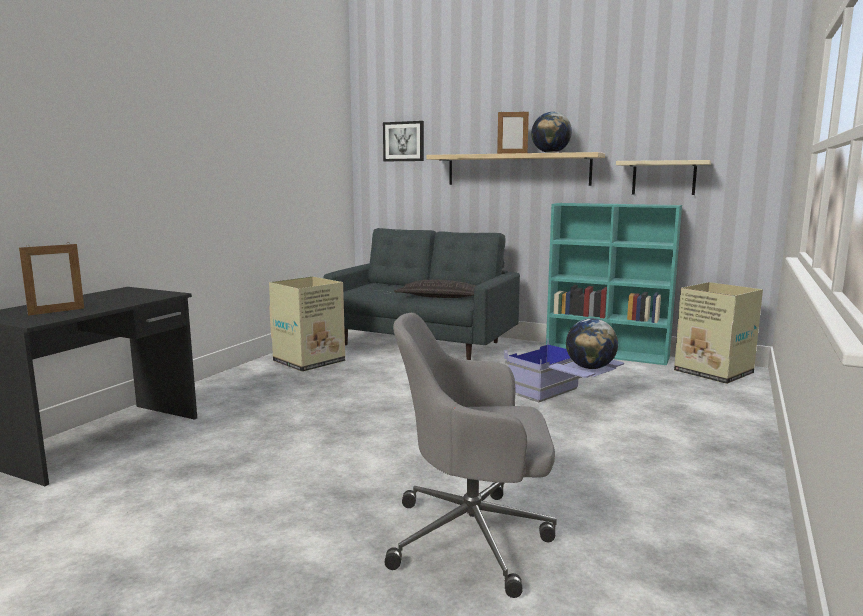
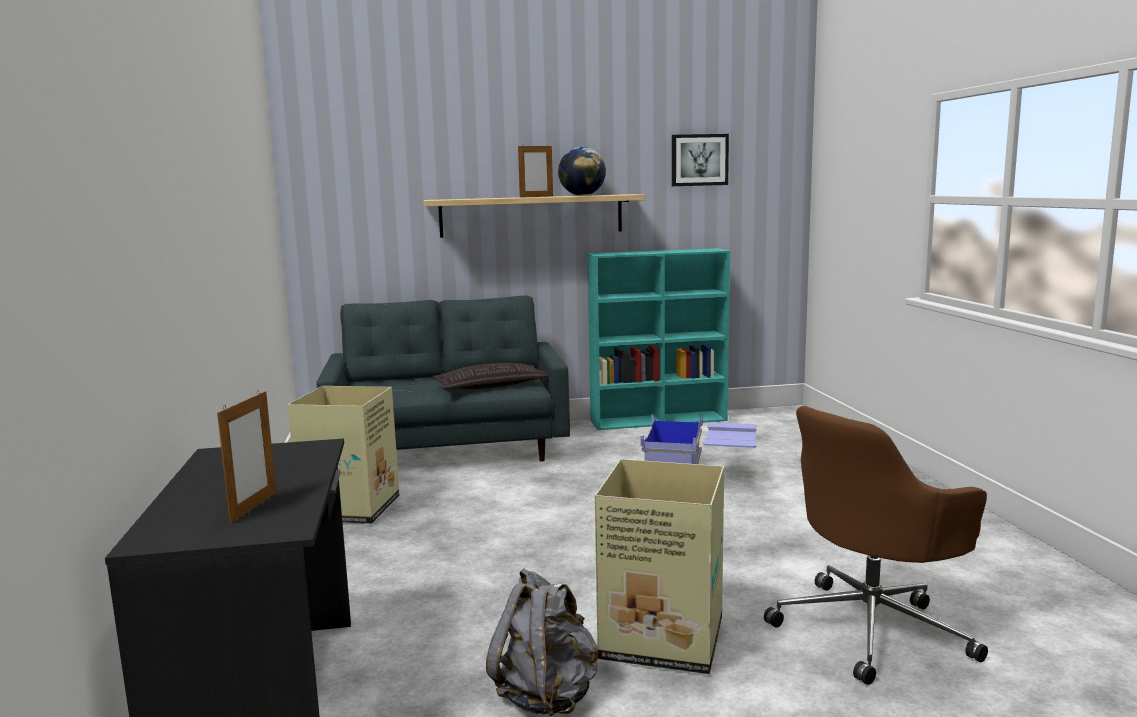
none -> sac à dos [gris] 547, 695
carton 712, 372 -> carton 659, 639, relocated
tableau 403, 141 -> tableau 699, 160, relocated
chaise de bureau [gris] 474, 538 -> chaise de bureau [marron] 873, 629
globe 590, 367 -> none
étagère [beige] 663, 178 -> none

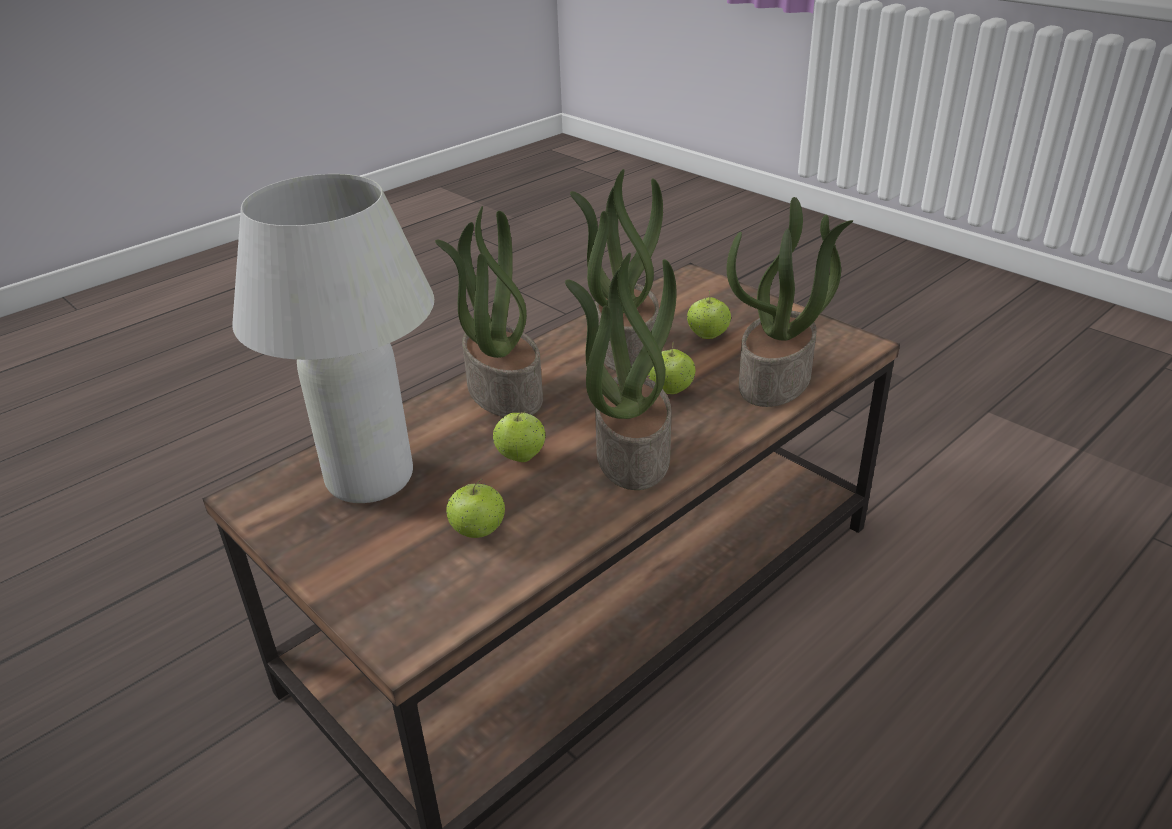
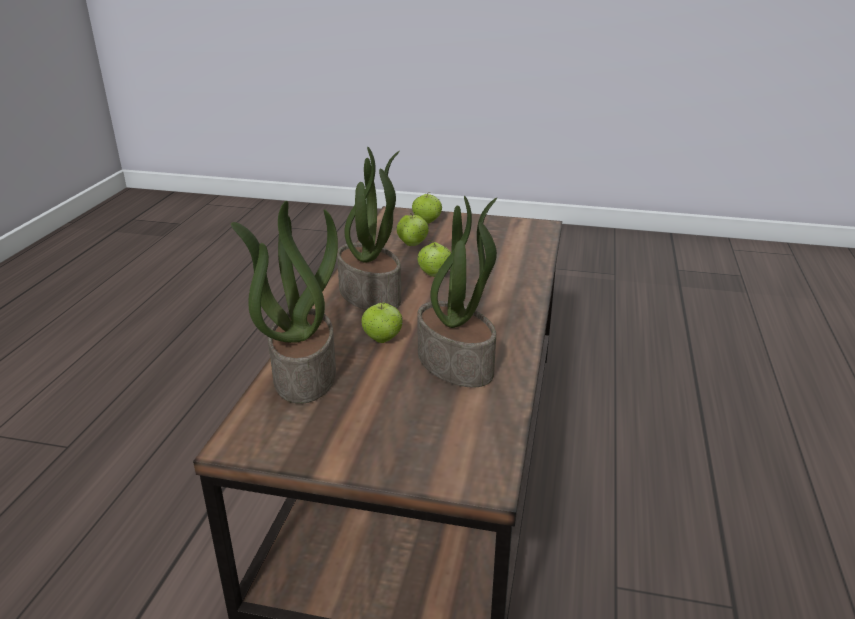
pomme 707, 336 -> pomme 427, 221, relocated
lampe de table [blanc] 370, 478 -> none
plante en pot 502, 392 -> none

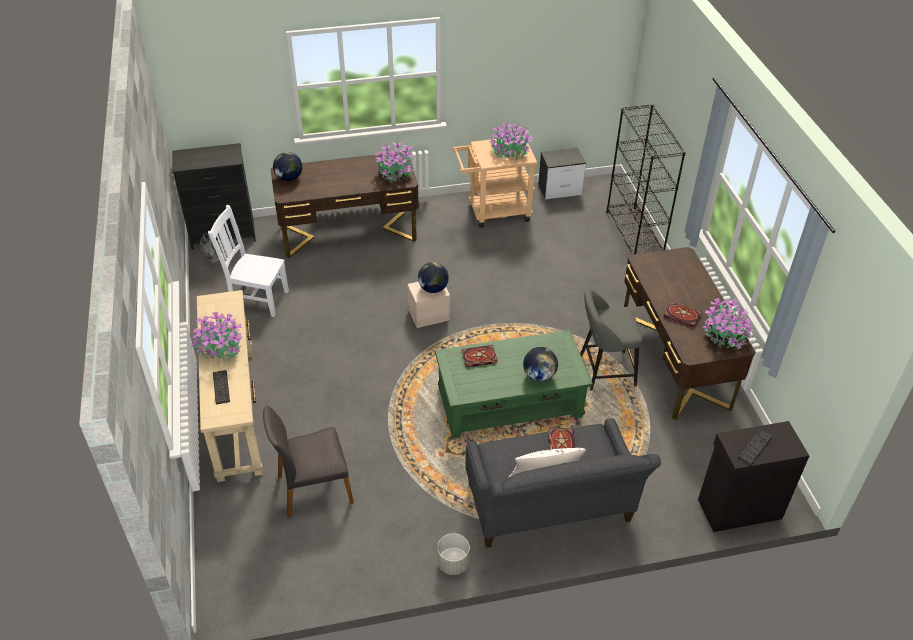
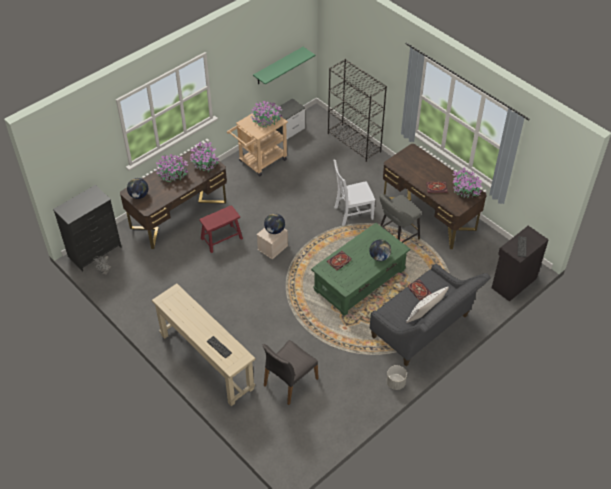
plante en pot 221, 349 -> plante en pot 172, 175, relocated
none -> tabouret [rouge] 221, 238
none -> étagère [vert] 278, 66
chaise [blanc] 257, 299 -> chaise [blanc] 352, 213, relocated

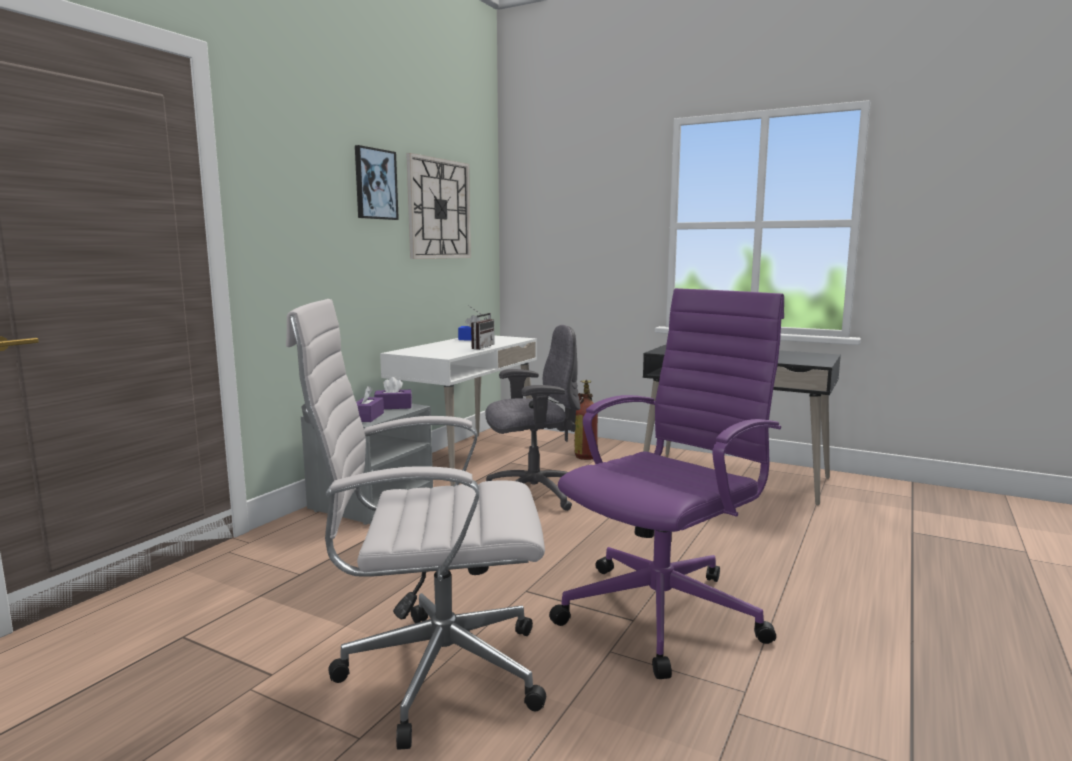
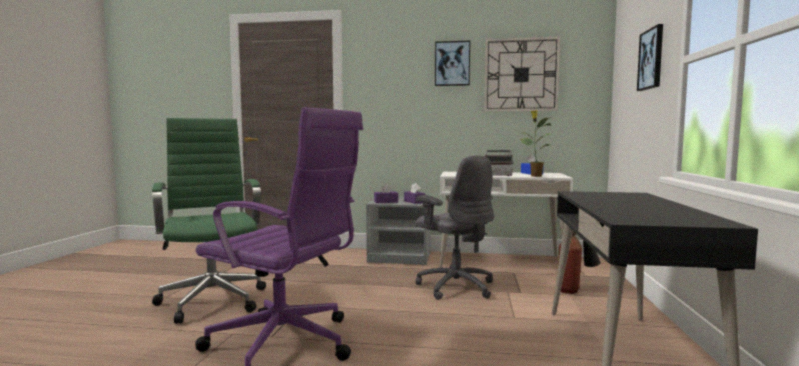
chaise de bureau [blanc] 432, 673 -> chaise de bureau [vert] 212, 300
none -> plante en pot 535, 176
none -> tableau 651, 59

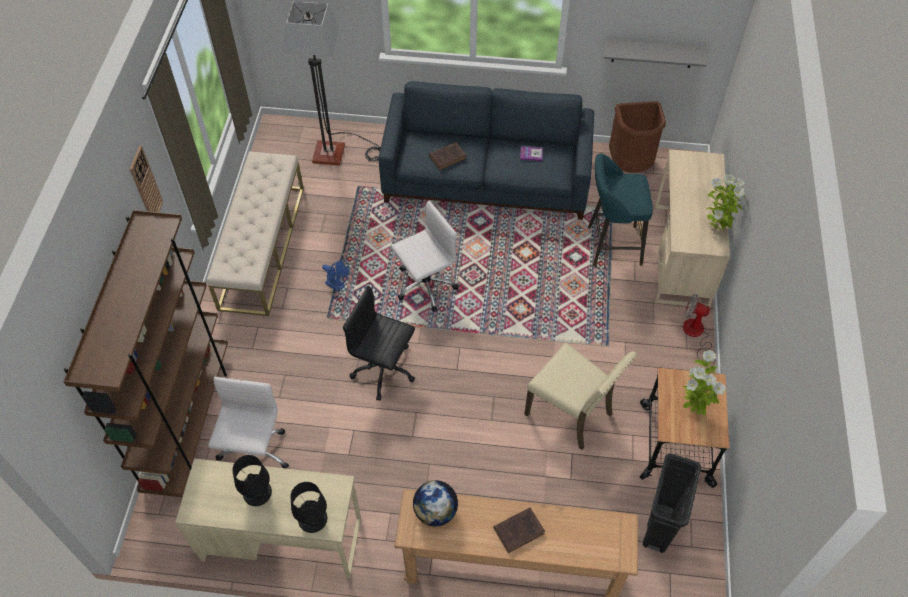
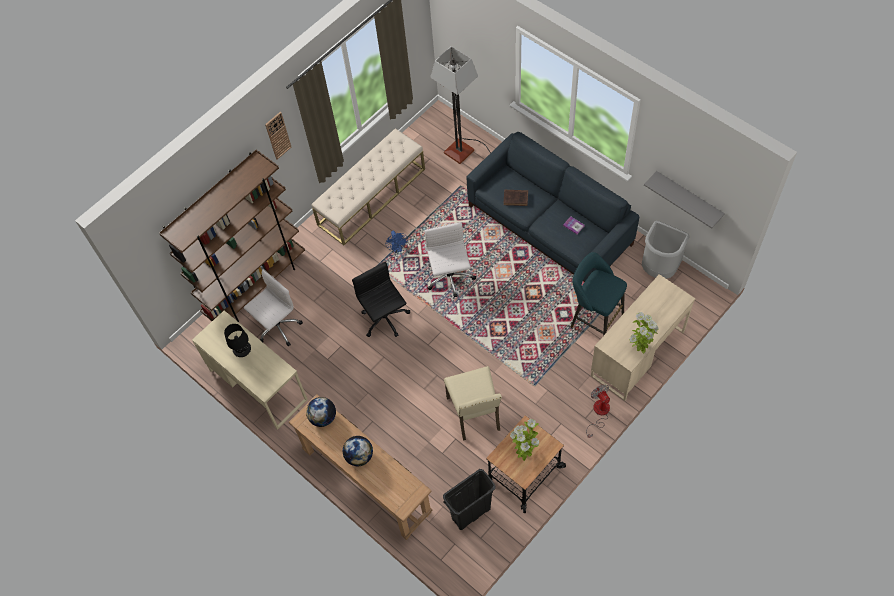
livre [marron] 520, 530 -> globe 359, 456
chaise de bureau [blanc] 424, 286 -> chaise de bureau [blanc] 450, 278, 105 degrees counterclockwise
poubelle [marron] 630, 165 -> poubelle [gris] 658, 269
lampe de table [noir] 313, 519 -> none

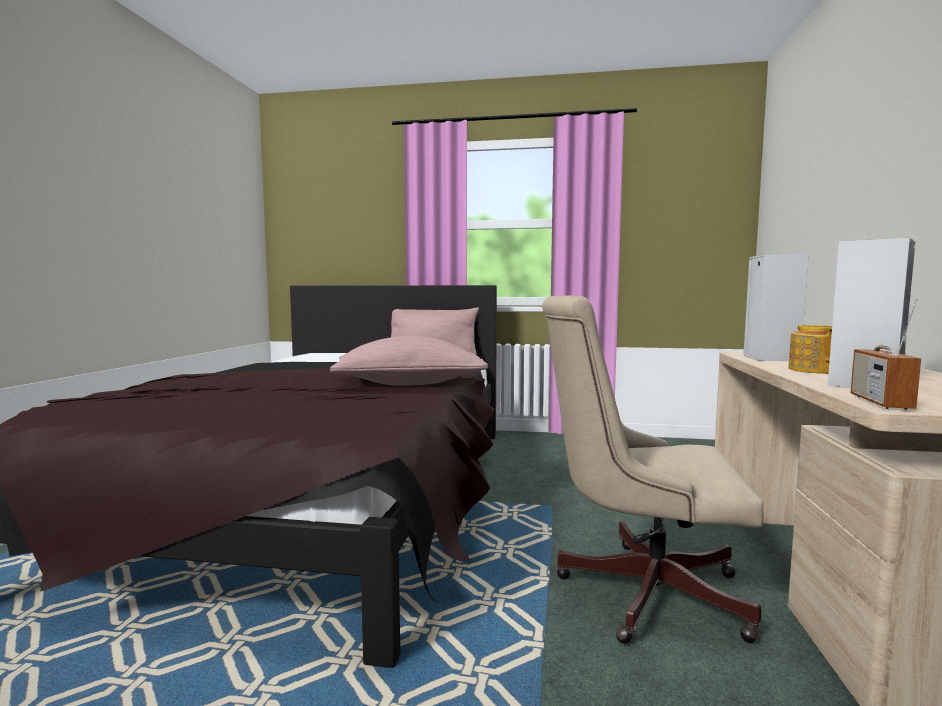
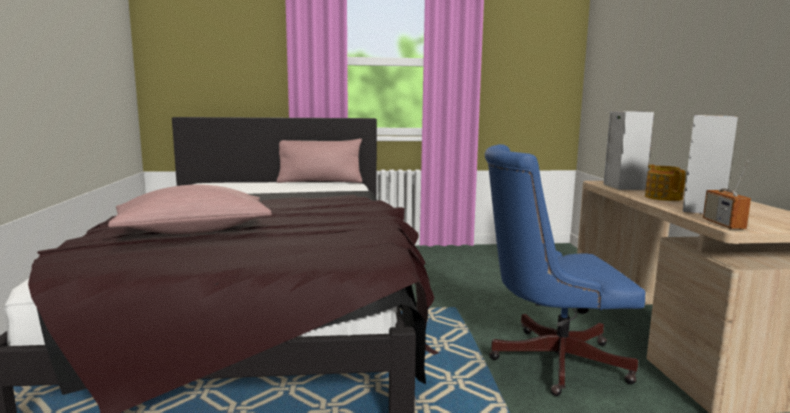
coussin [rose] 410, 384 -> coussin [rose] 194, 231, relocated
chaise de bureau [beige] 639, 589 -> chaise de bureau [bleu] 549, 360

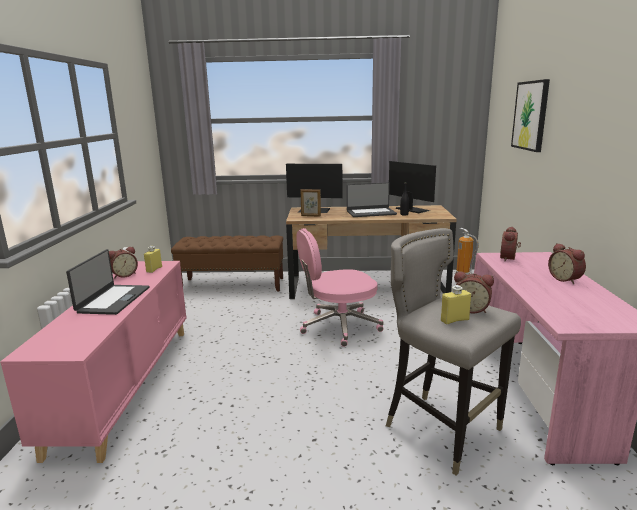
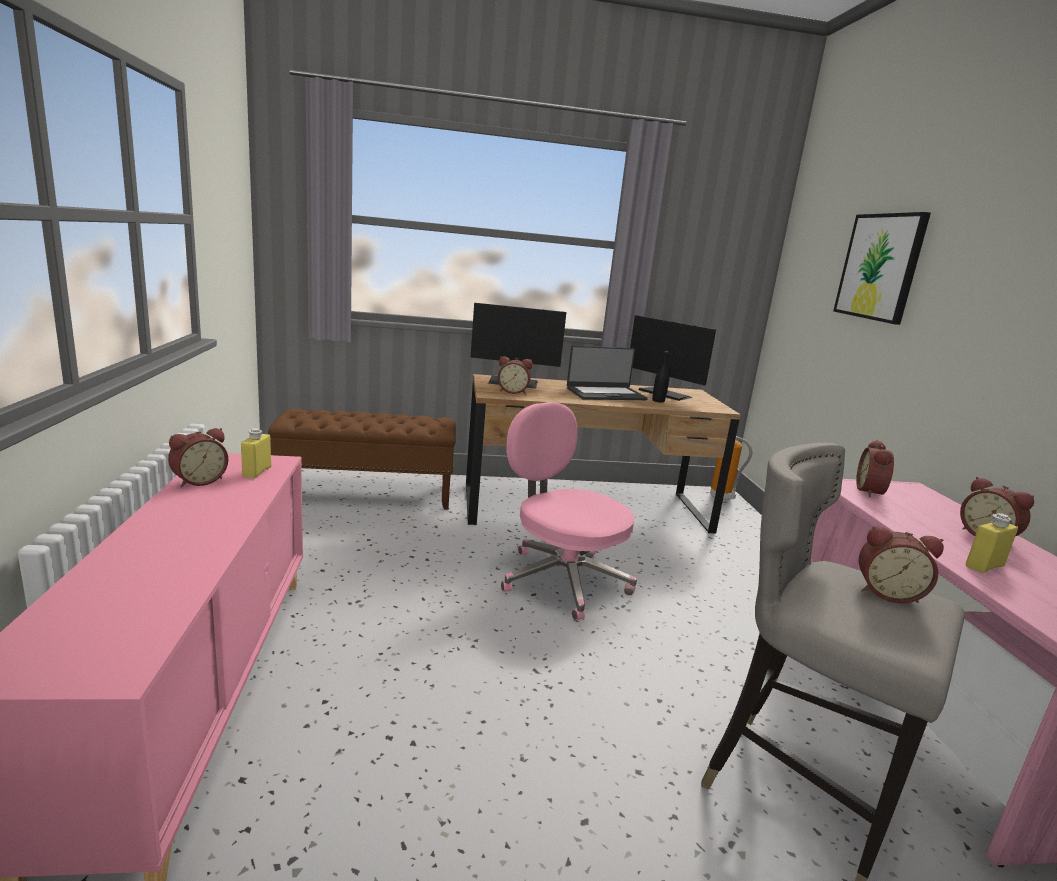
cadre photo 310, 216 -> réveil 513, 391
chaise de bureau [rose] 339, 327 -> chaise de bureau [rose] 562, 579, 75 degrees clockwise
bouteille [jaune] 454, 320 -> bouteille [jaune] 984, 566, relocated
ordinateur portable 113, 300 -> none

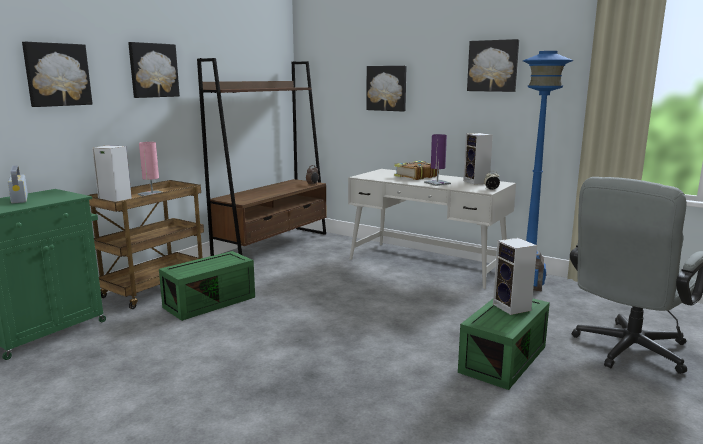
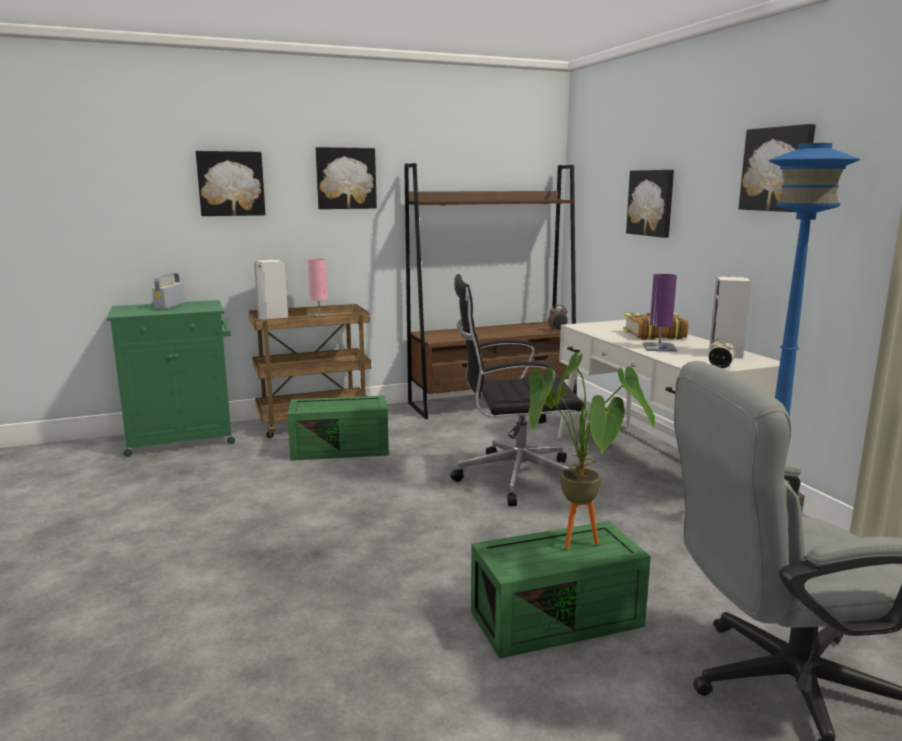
none -> chaise de bureau [noir] 514, 478
enceinte 513, 307 -> plante en pot 579, 546

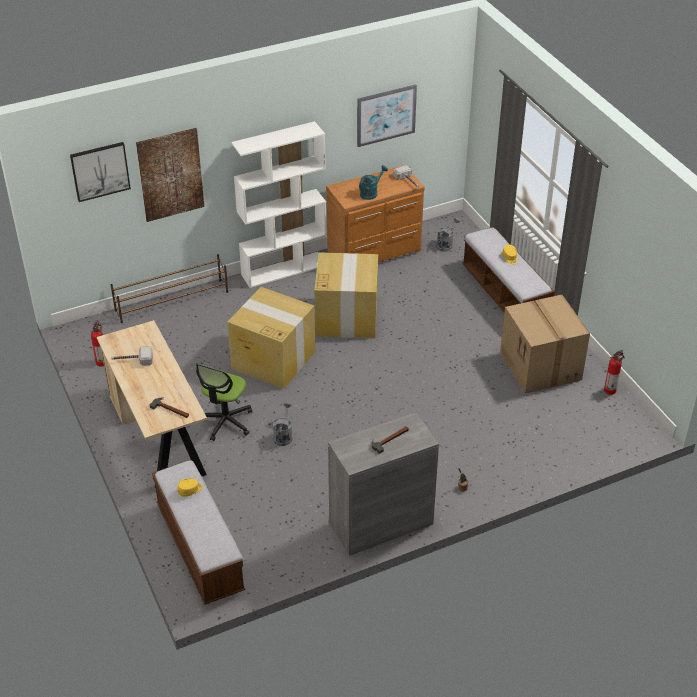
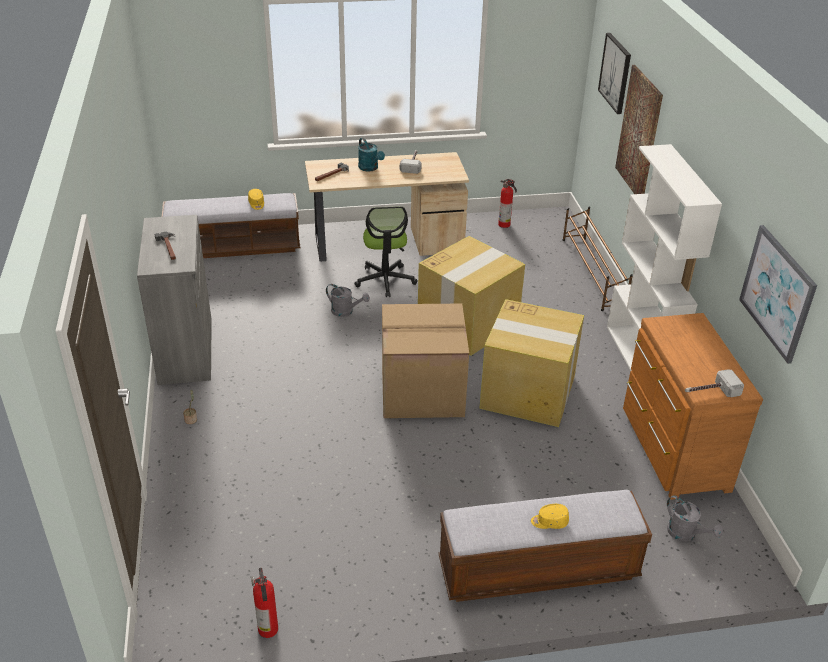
chaise de bureau 225, 421 -> chaise de bureau 385, 280, 135 degrees counterclockwise
arrosoir [turquoise] 371, 193 -> arrosoir [turquoise] 370, 168, relocated
carton 541, 367 -> carton 421, 391, relocated

